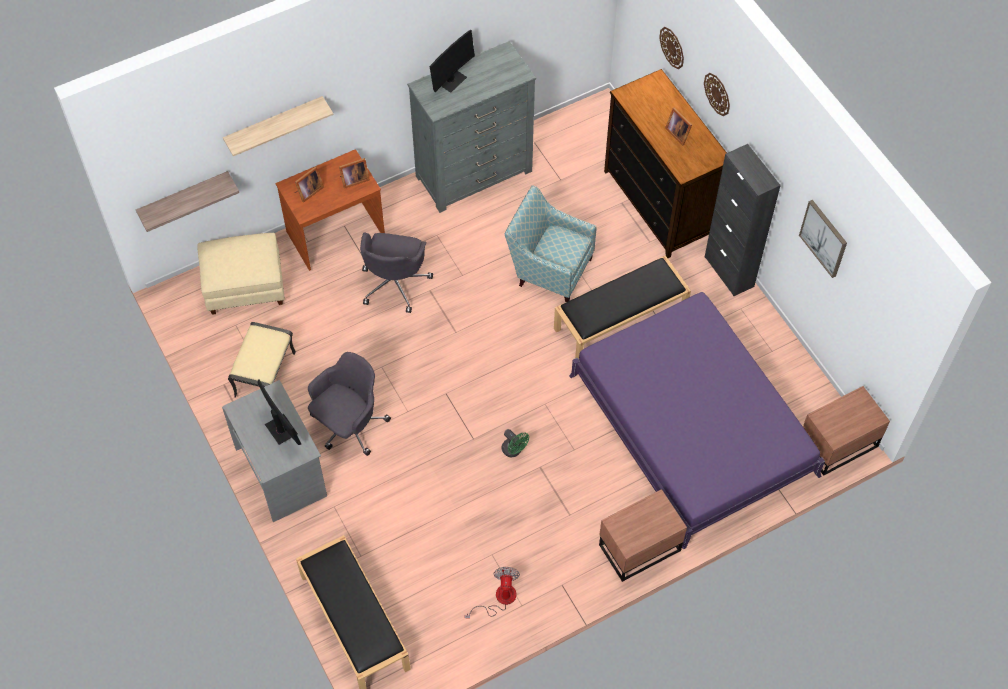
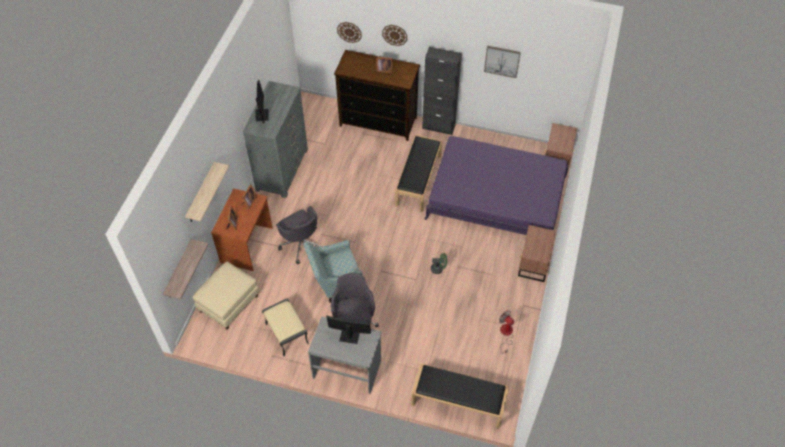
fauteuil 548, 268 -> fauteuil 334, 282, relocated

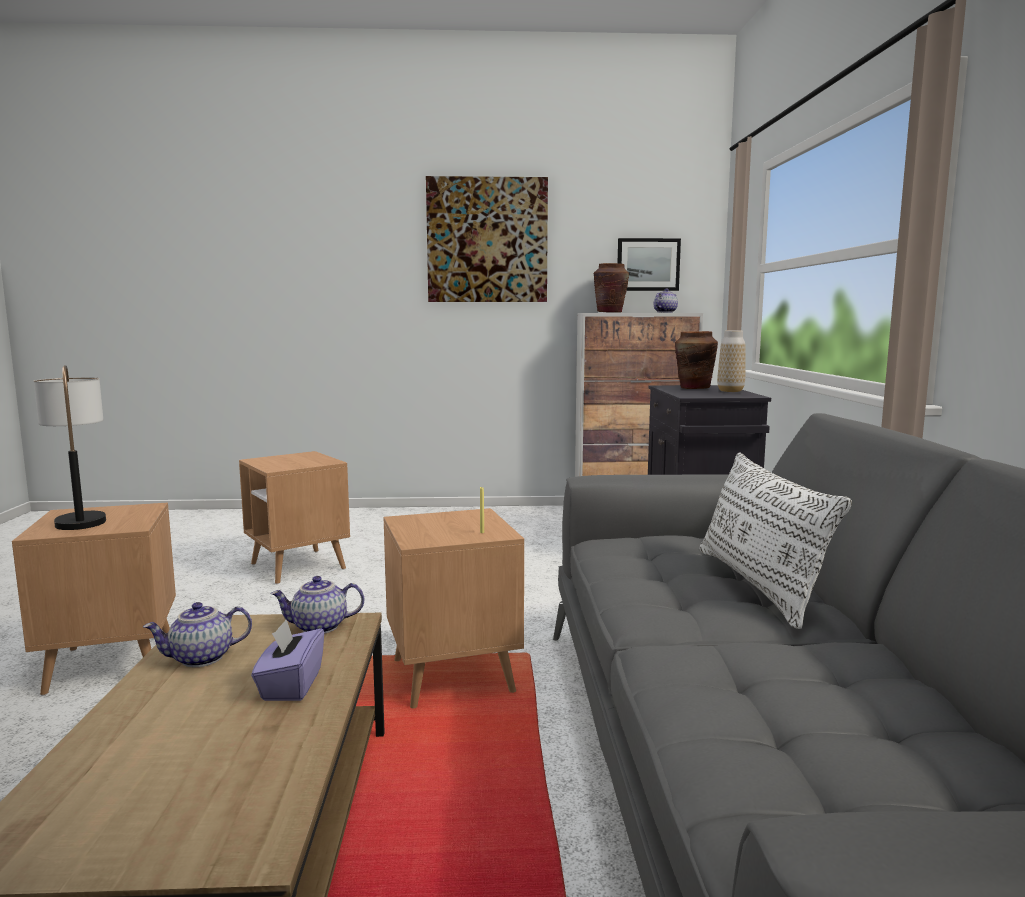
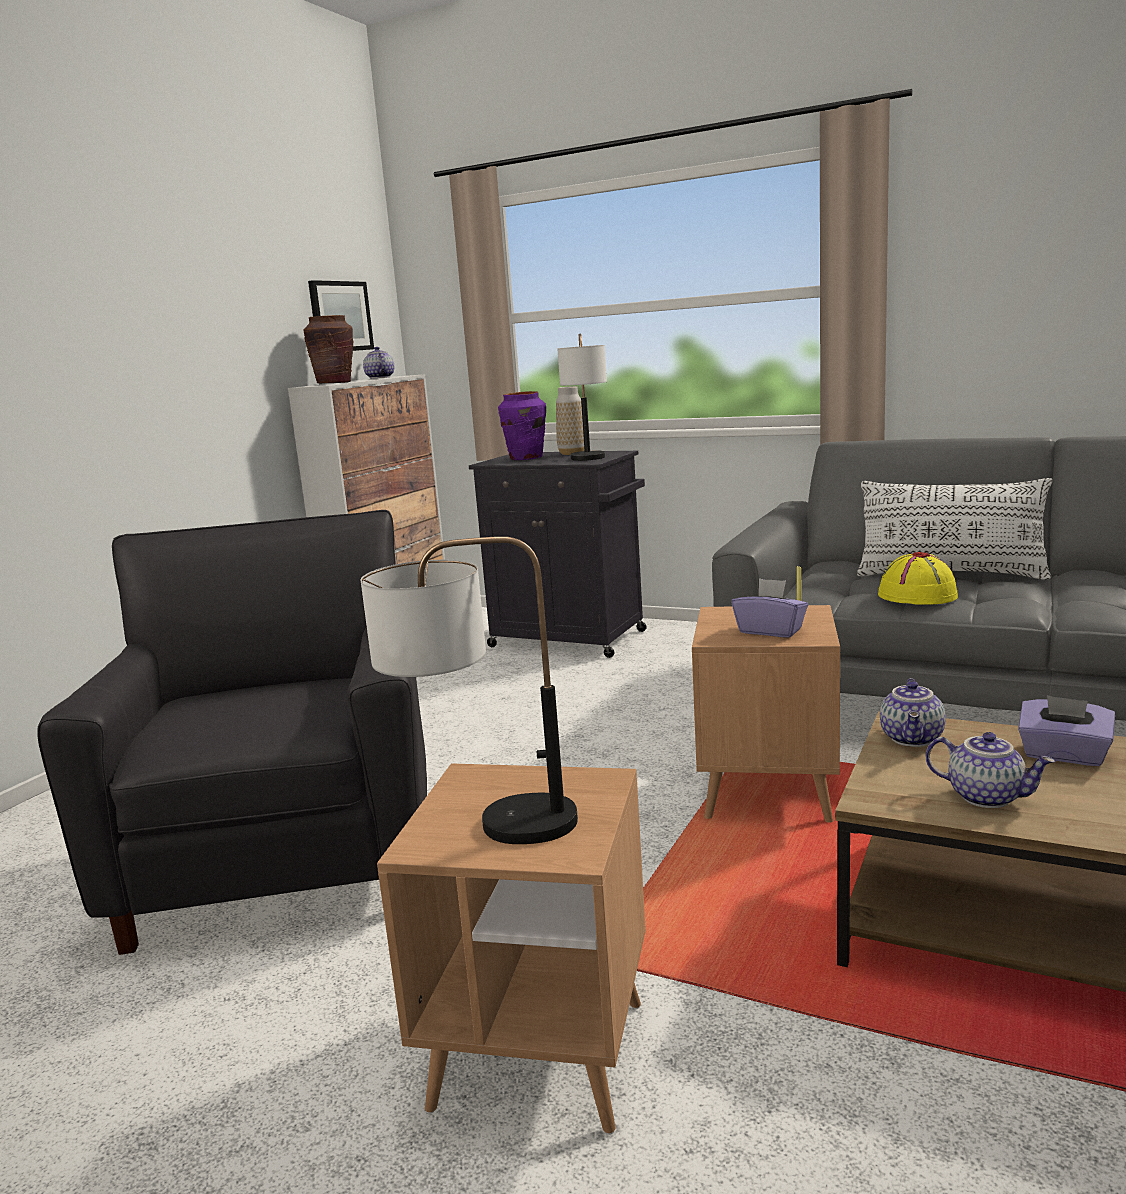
table d'appoint [marron] 298, 566 -> fauteuil [noir] 287, 860
vase [marron] 694, 388 -> vase [violet] 526, 458
none -> lampe de table 588, 460
none -> boîte à mouchoirs [violet] 770, 631
none -> chapeau [jaune] 916, 596
théière 201, 659 -> théière 987, 796, 60 degrees counterclockwise
tableau 487, 240 -> none

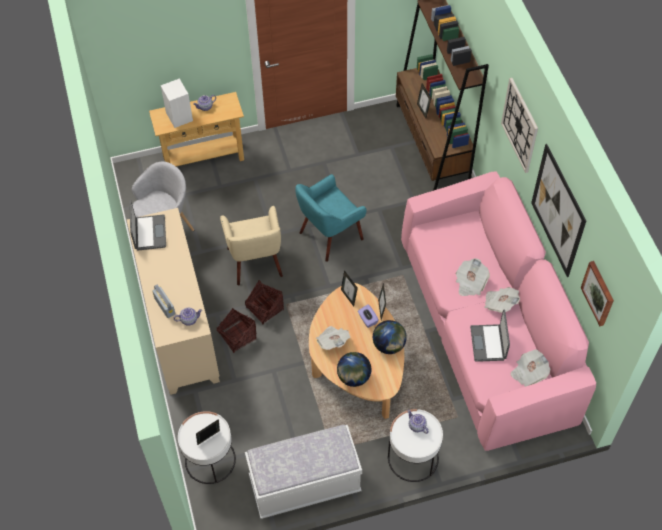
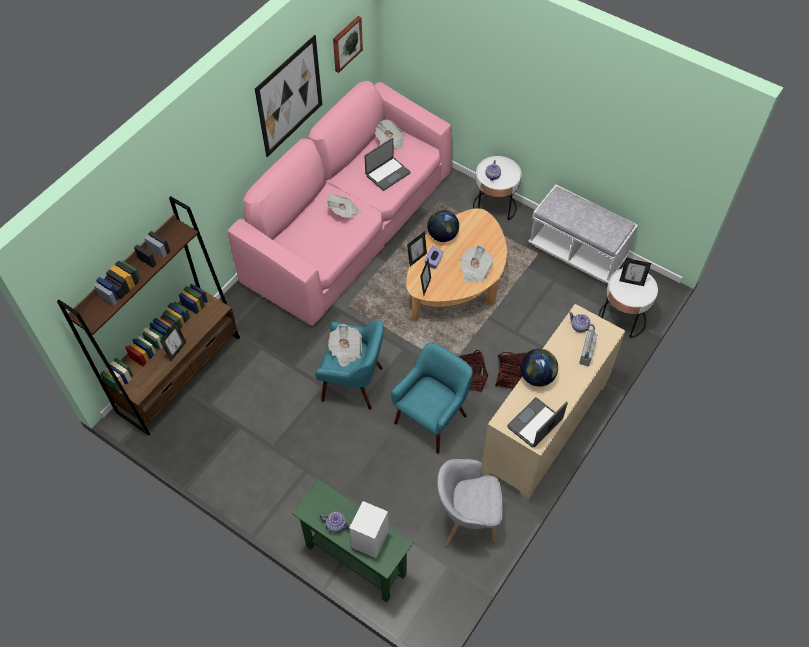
table console [beige] 203, 158 -> table console [vert] 356, 560
journal 500, 303 -> journal 345, 351, relocated
fauteuil [beige] 255, 262 -> fauteuil [turquoise] 432, 419
globe 353, 377 -> globe 537, 376, relocated
horloge murale 520, 125 -> none

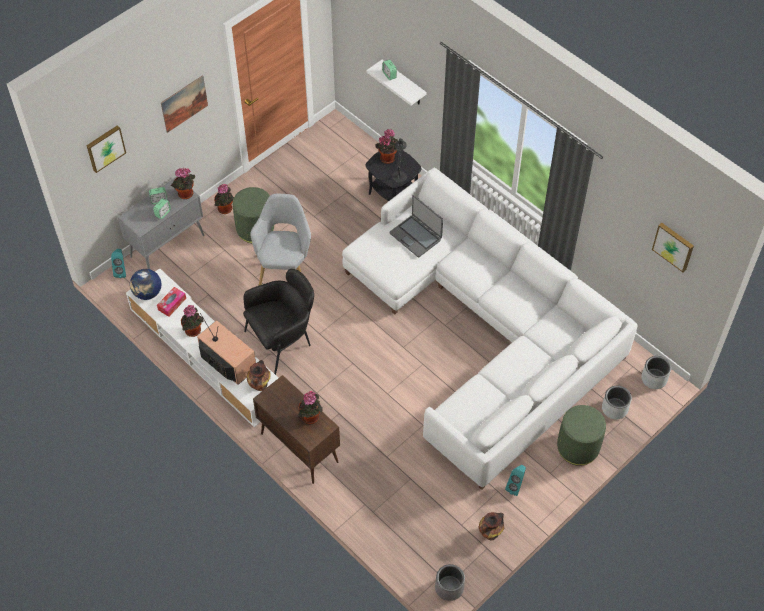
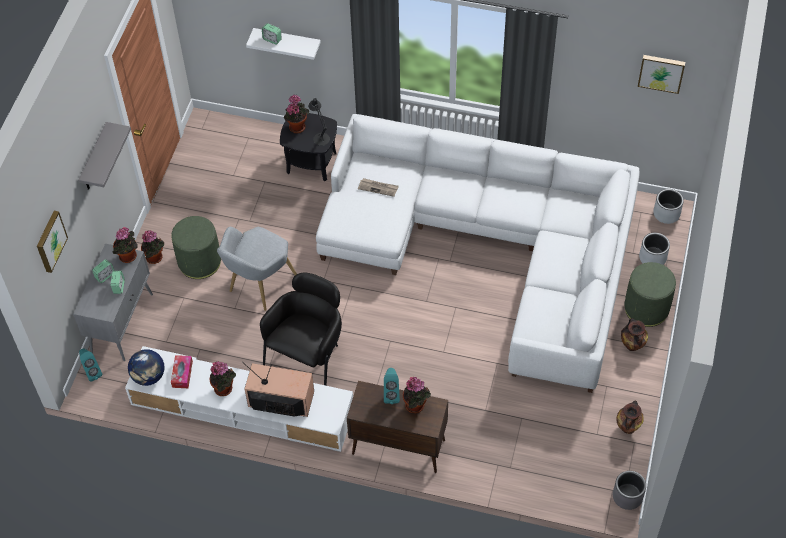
tableau 184, 103 -> étagère [gris] 95, 159
fauteuil [gris] 285, 269 -> fauteuil [gris] 259, 286, 120 degrees counterclockwise
ordinateur portable 416, 236 -> journal 378, 188
enceinte [turquoise] 515, 486 -> enceinte [turquoise] 391, 394, relocated
vase 260, 385 -> vase 632, 345, relocated

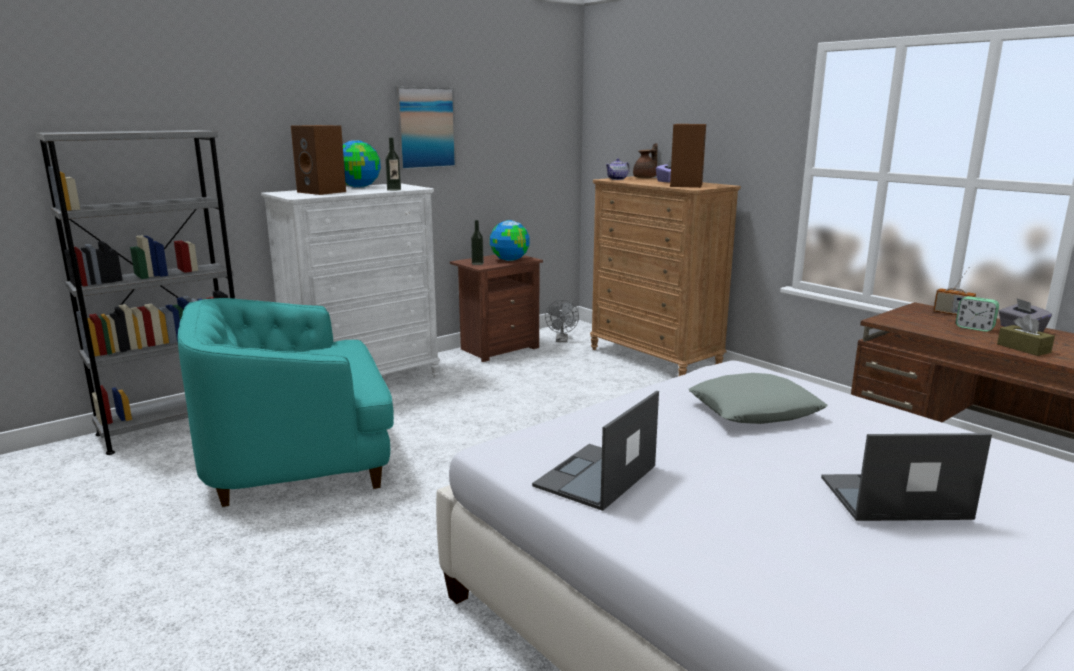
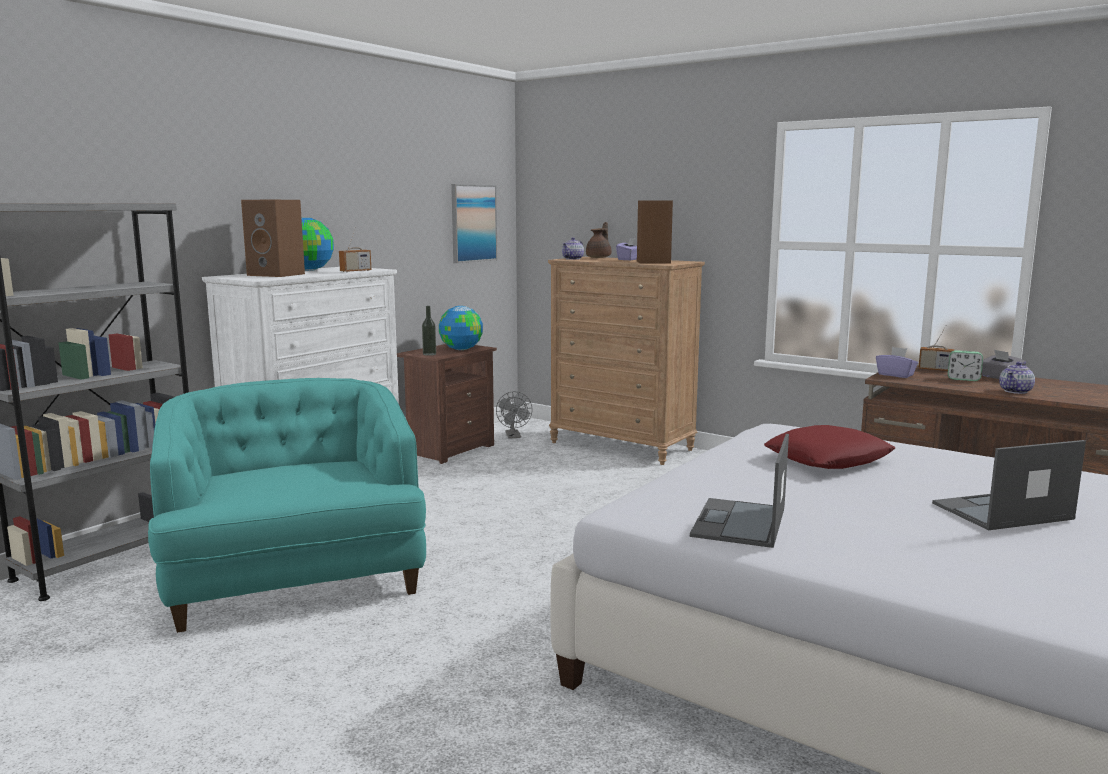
fauteuil [turquoise] 298, 458 -> fauteuil [turquoise] 294, 577, 105 degrees clockwise
bouteille 394, 190 -> radio 355, 271
tableau 425, 128 -> tableau 473, 223, relocated
coussin [gris] 754, 410 -> coussin [rouge] 828, 459
none -> boîte à mouchoirs [violet] 895, 375
boîte à mouchoirs [marron] 1023, 348 -> théière 1016, 391

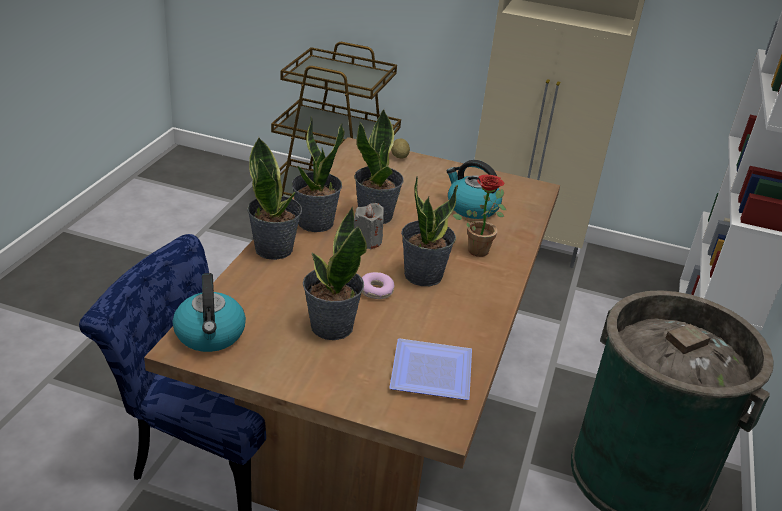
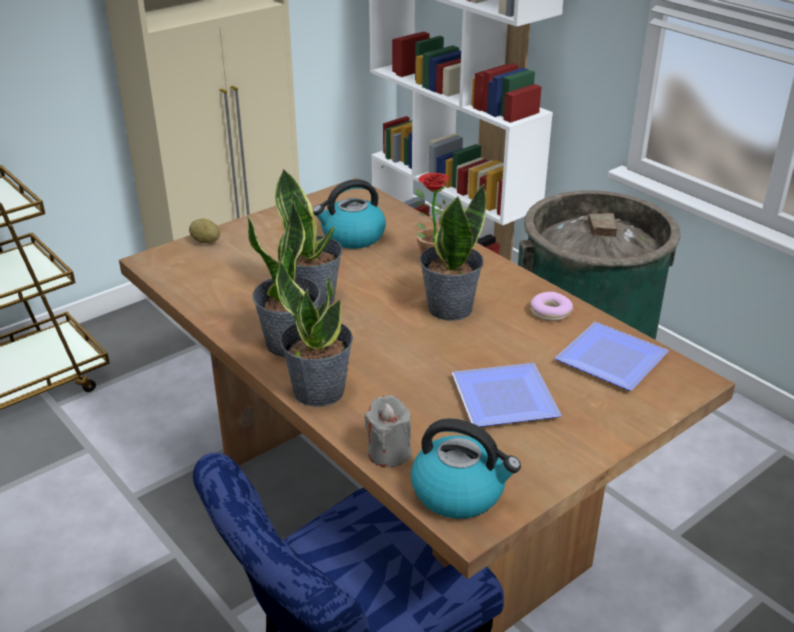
bougie [gris] 367, 241 -> bougie [gris] 389, 453, relocated
plante en pot 331, 327 -> assiette 500, 397
beignet 376, 291 -> beignet 550, 312, relocated

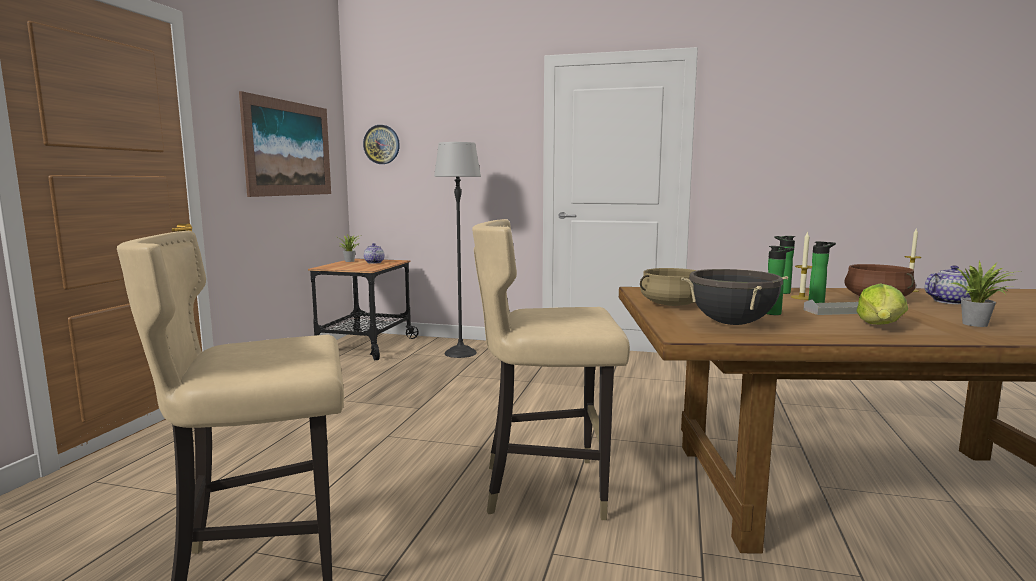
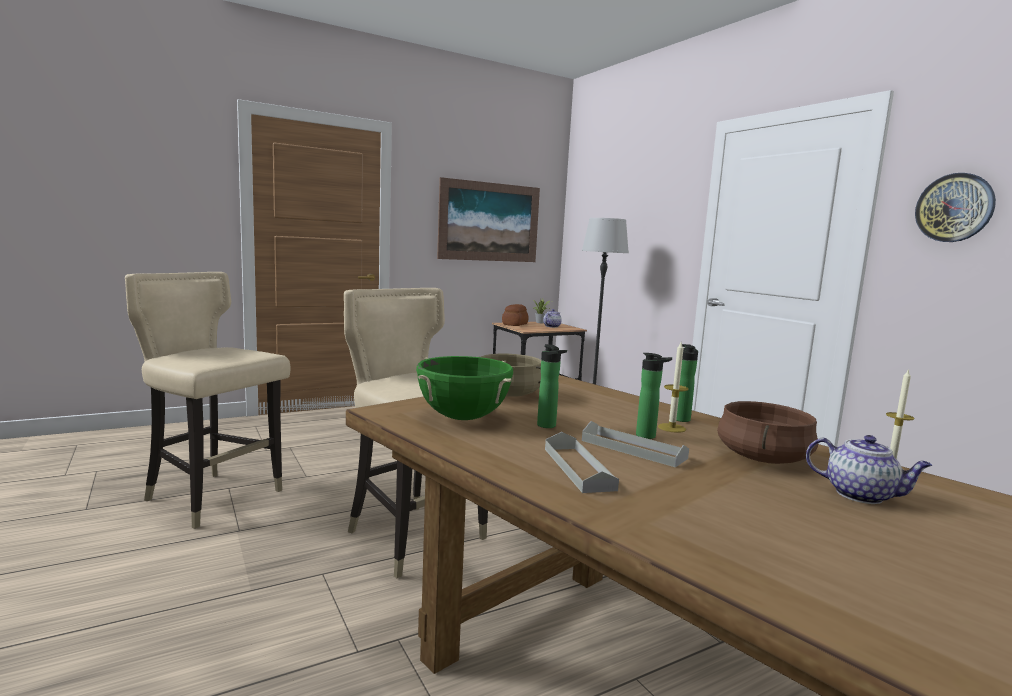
marmite [noir] 732, 323 -> marmite [vert] 462, 418
none -> pain 515, 324
laitue 881, 326 -> plateau [gris] 578, 468
horloge murale 381, 144 -> horloge murale 954, 208, relocated
plante en pot 978, 325 -> none

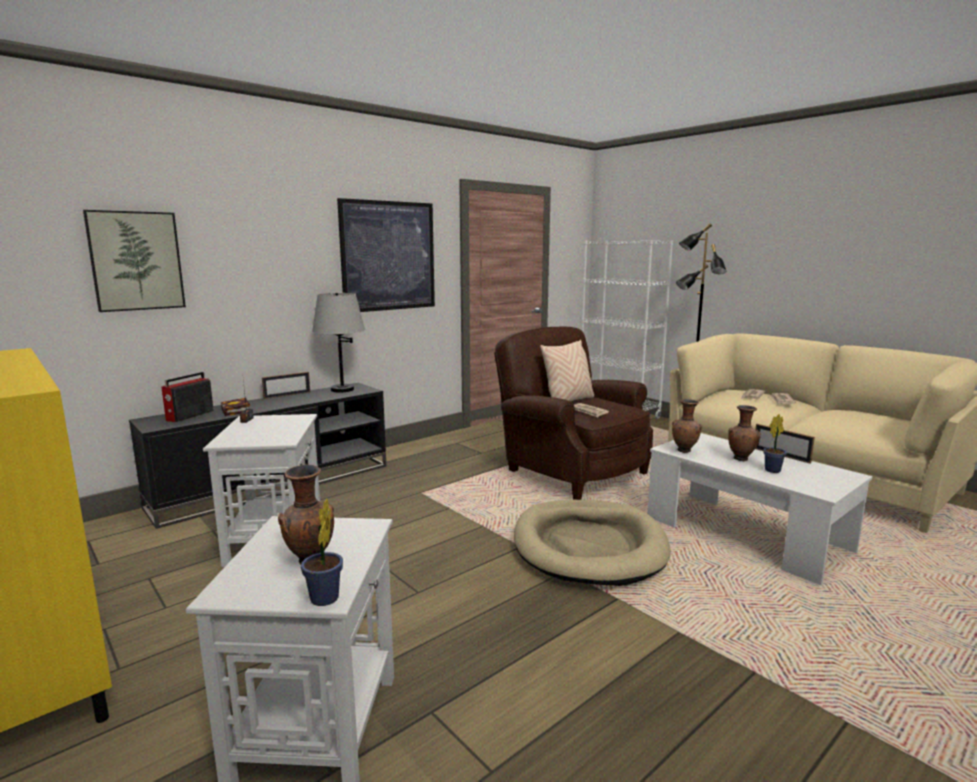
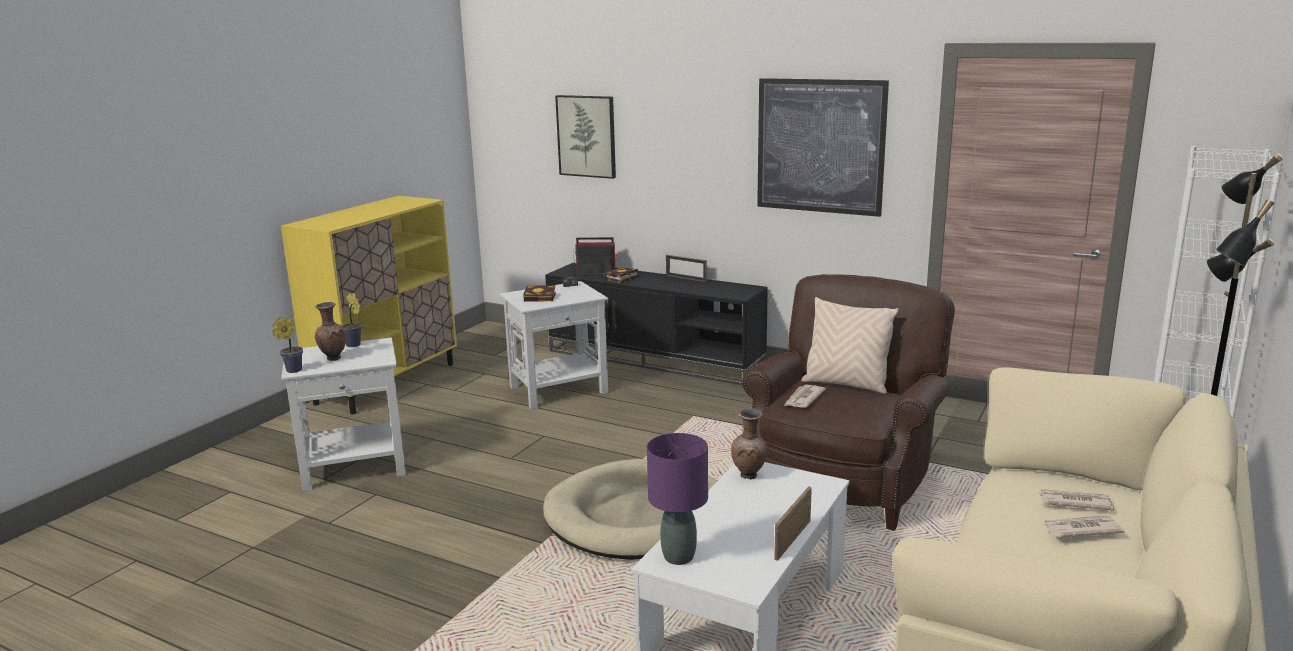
plante en pot 774, 470 -> plante en pot 354, 345, relocated
none -> livre 541, 297
none -> lampe de table [violet] 679, 556
lampe de table [gris] 342, 389 -> none
vase [marron] 741, 459 -> none

